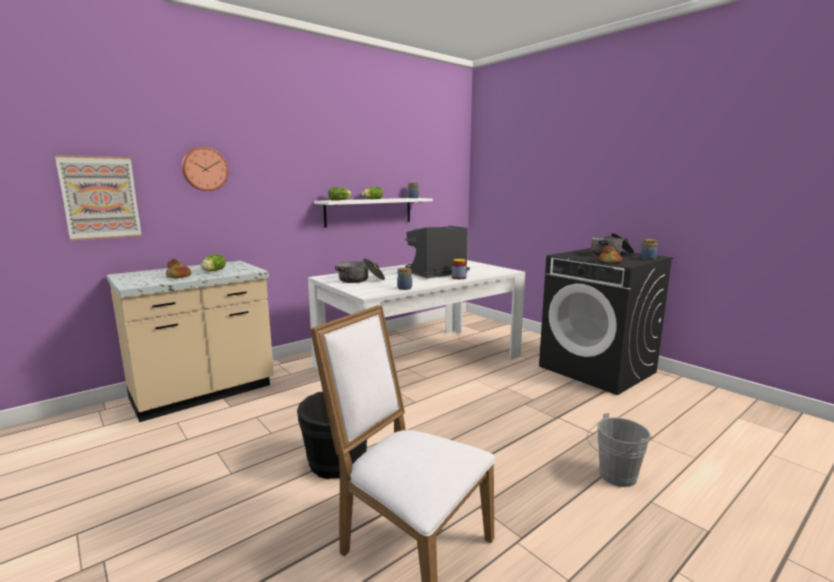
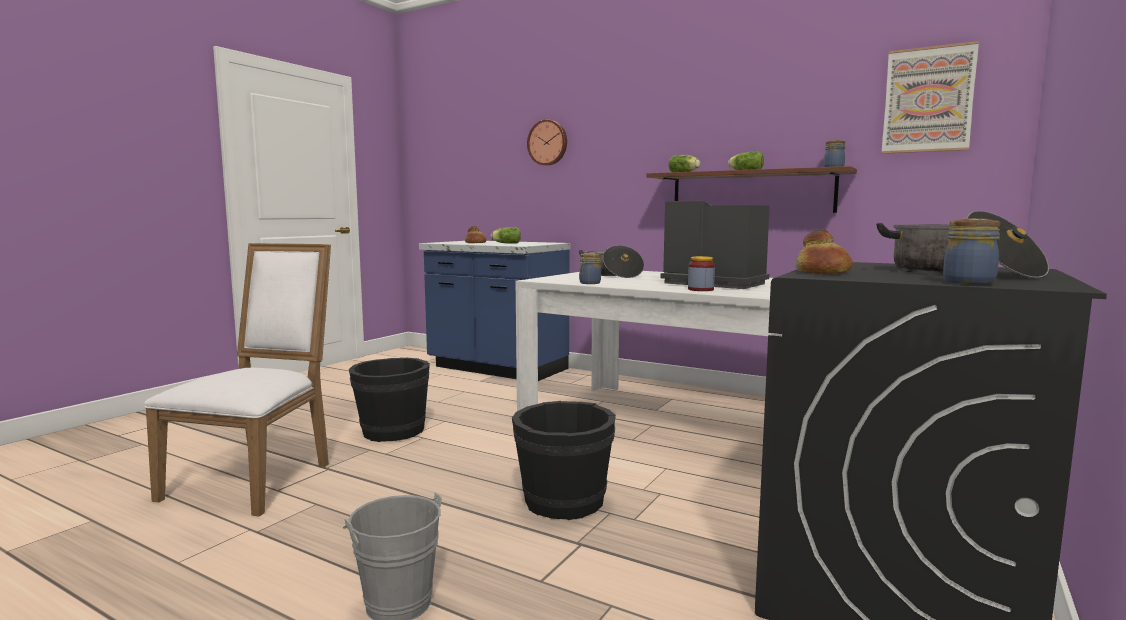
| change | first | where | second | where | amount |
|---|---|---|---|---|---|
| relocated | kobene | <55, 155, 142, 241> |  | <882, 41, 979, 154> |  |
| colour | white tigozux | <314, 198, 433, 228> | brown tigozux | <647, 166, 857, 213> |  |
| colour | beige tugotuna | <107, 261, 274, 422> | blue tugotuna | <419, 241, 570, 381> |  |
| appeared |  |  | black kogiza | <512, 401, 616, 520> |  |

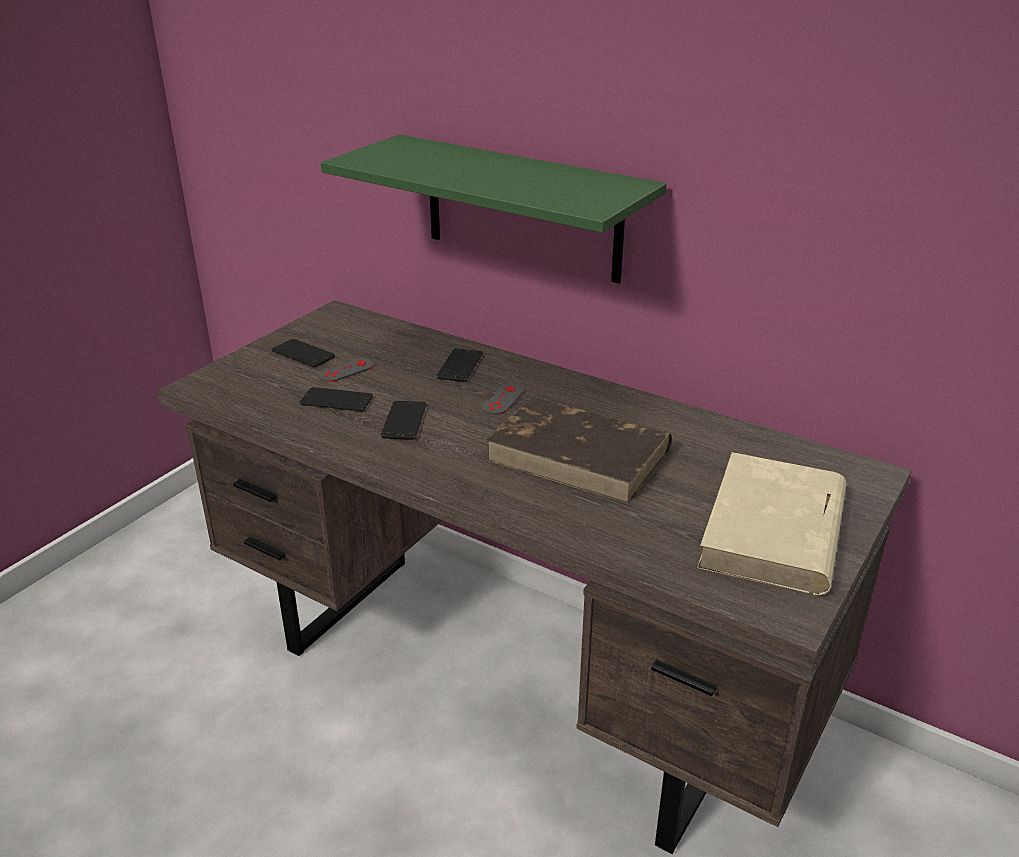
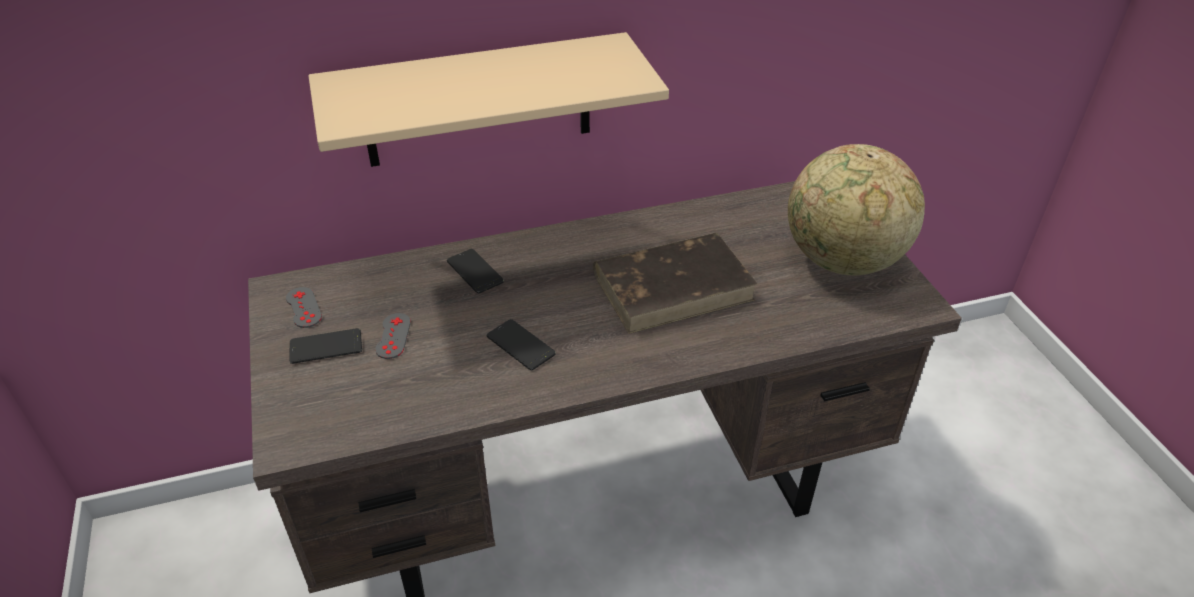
| change | first | where | second | where | amount |
|---|---|---|---|---|---|
| colour | green tigozux | <321, 134, 666, 284> | beige tigozux | <308, 32, 669, 167> |  |
| relocated | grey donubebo | <481, 383, 523, 415> |  | <286, 287, 322, 328> |  |
| missing | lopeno | <299, 387, 373, 411> |  |  |  |
| exchanged | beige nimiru | <697, 452, 846, 596> | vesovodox | <788, 144, 925, 275> |  |

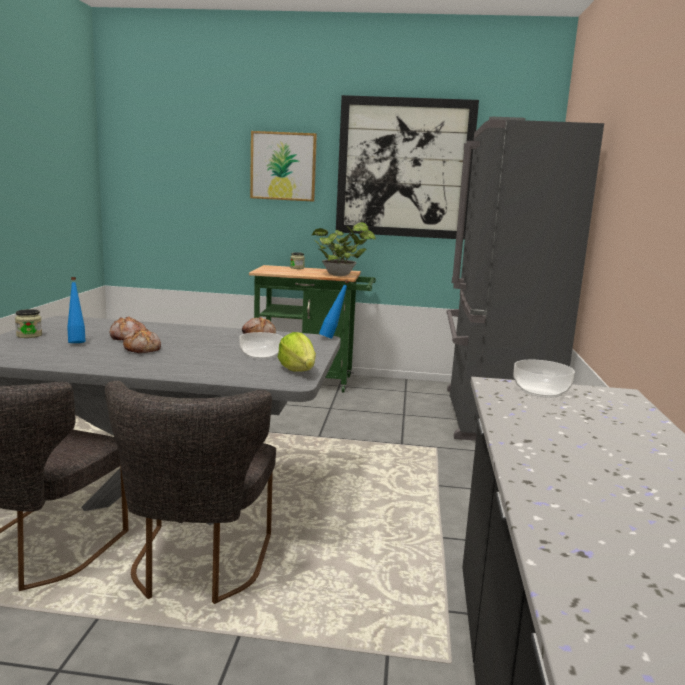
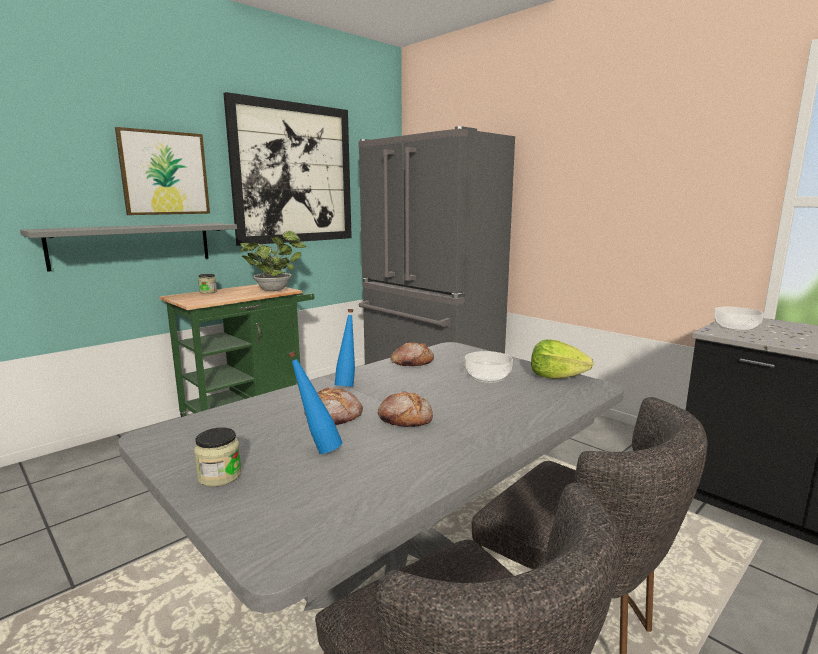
| change | first | where | second | where | amount |
|---|---|---|---|---|---|
| relocated | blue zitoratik | <319, 280, 349, 339> |  | <335, 309, 355, 387> |  |
| appeared |  |  | grey tigozux | <20, 223, 237, 272> |  |

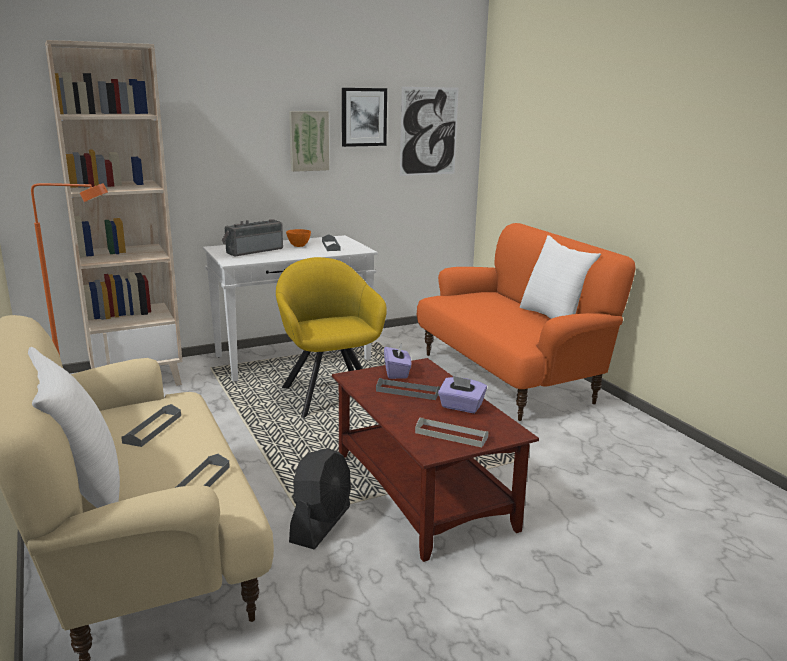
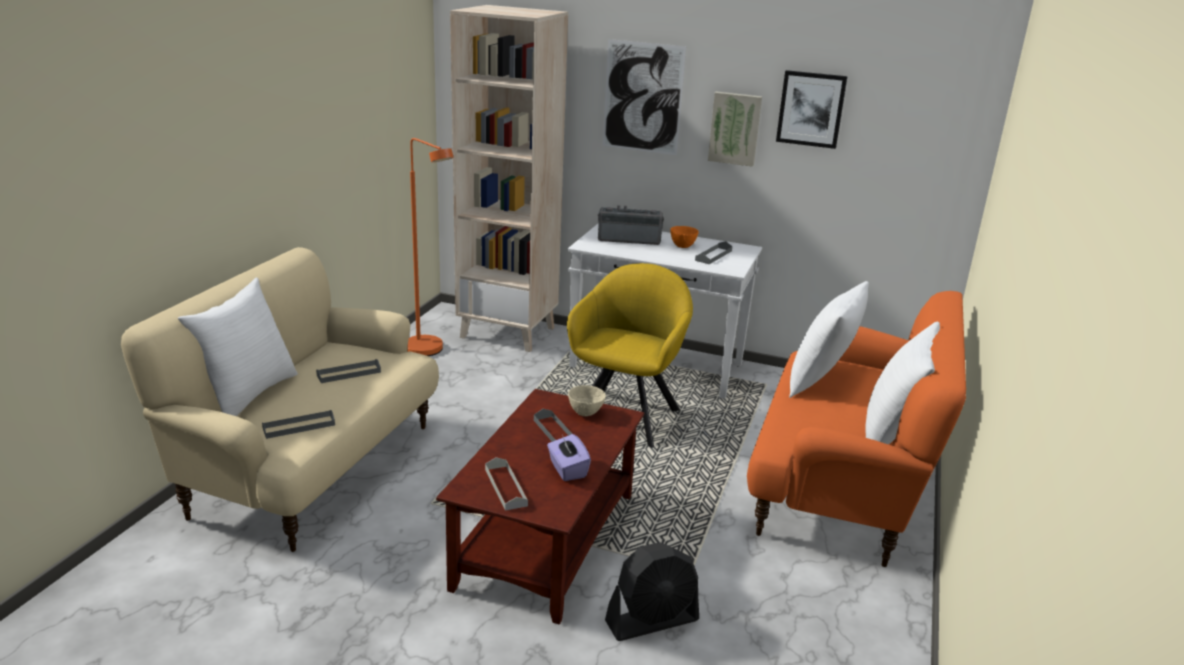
| change | first | where | second | where | amount |
|---|---|---|---|---|---|
| relocated | kobene | <400, 87, 459, 176> |  | <603, 39, 686, 155> |  |
| exchanged | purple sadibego | <384, 342, 411, 379> | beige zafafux | <568, 385, 606, 416> |  |
| relocated | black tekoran | <289, 448, 351, 549> |  | <605, 542, 699, 641> |  |
| appeared |  |  | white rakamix | <789, 281, 869, 398> |  |

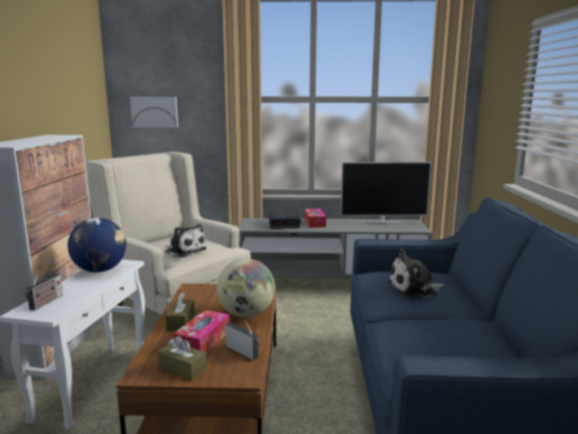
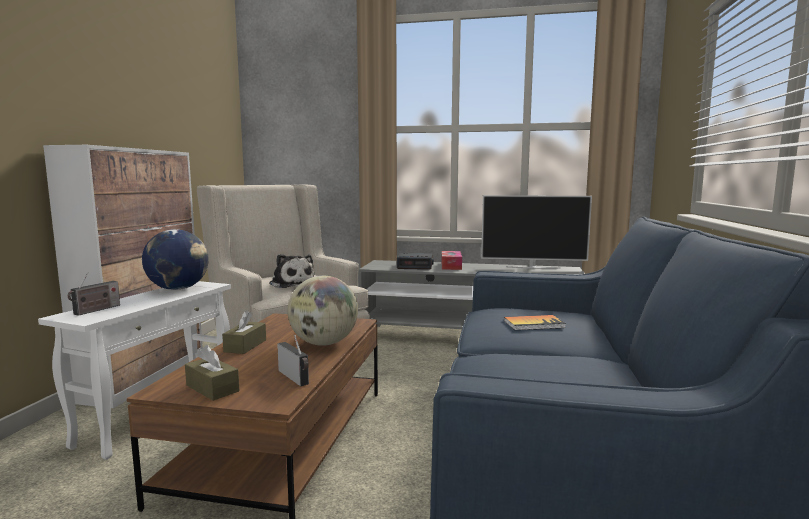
| change | first | where | second | where | amount |
|---|---|---|---|---|---|
| missing | kobene | <130, 97, 178, 128> |  |  |  |
| exchanged | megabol | <387, 248, 445, 298> | nimiru | <504, 315, 566, 330> |  |
| missing | sadibego | <173, 310, 230, 352> |  |  |  |

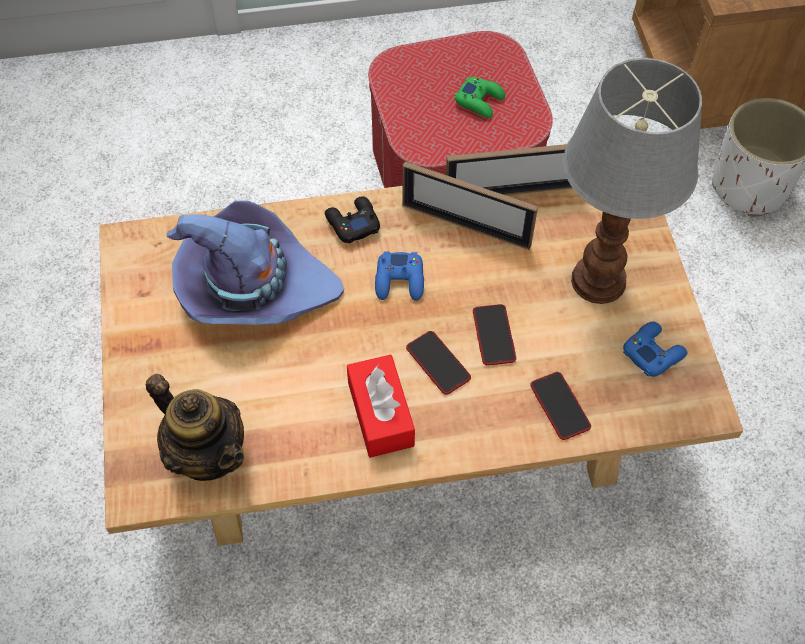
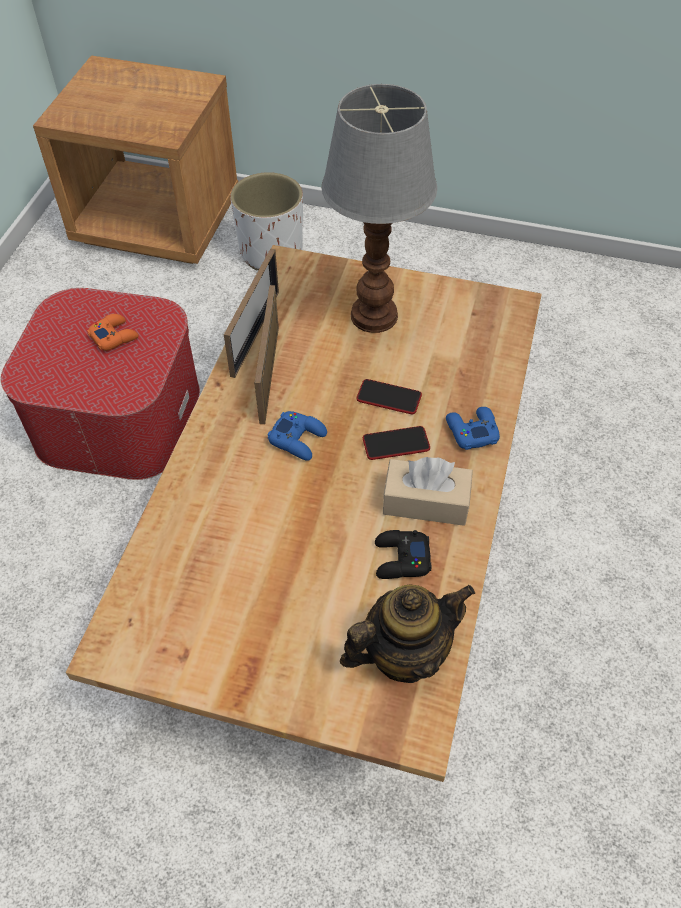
| change | first | where | second | where | amount |
|---|---|---|---|---|---|
| colour | green donubebo | <455, 77, 505, 118> | orange donubebo | <87, 314, 139, 351> |  |
| spun | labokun | <403, 162, 538, 250> |  | <254, 285, 279, 424> | 135 degrees clockwise |
| relocated | black donubebo | <325, 196, 380, 244> |  | <375, 530, 432, 579> |  |
| missing | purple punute | <166, 201, 344, 325> |  |  |  |
| relocated | blue donubebo | <623, 321, 687, 377> |  | <446, 407, 500, 450> |  |
| colour | red sadibego | <347, 355, 415, 458> | beige sadibego | <383, 457, 473, 526> |  |
| missing | lopeno | <530, 372, 591, 440> |  |  |  |

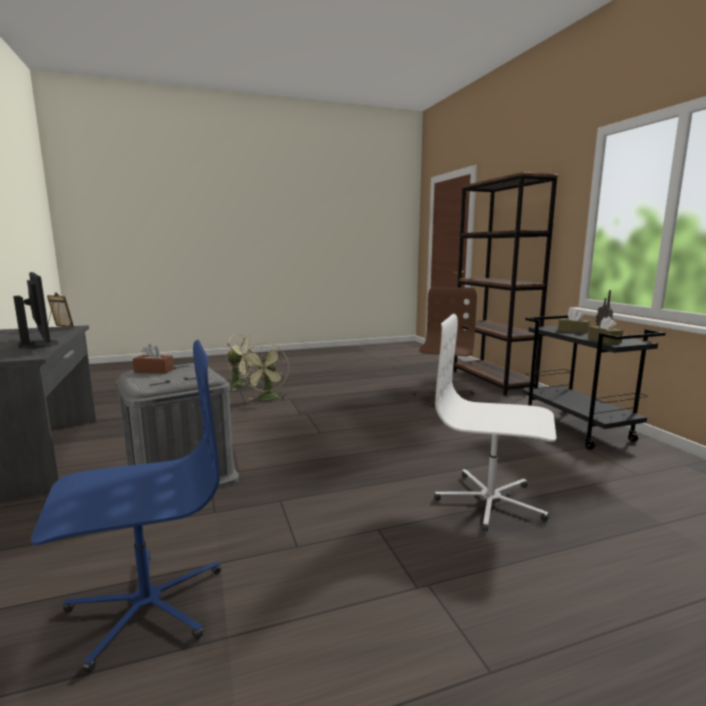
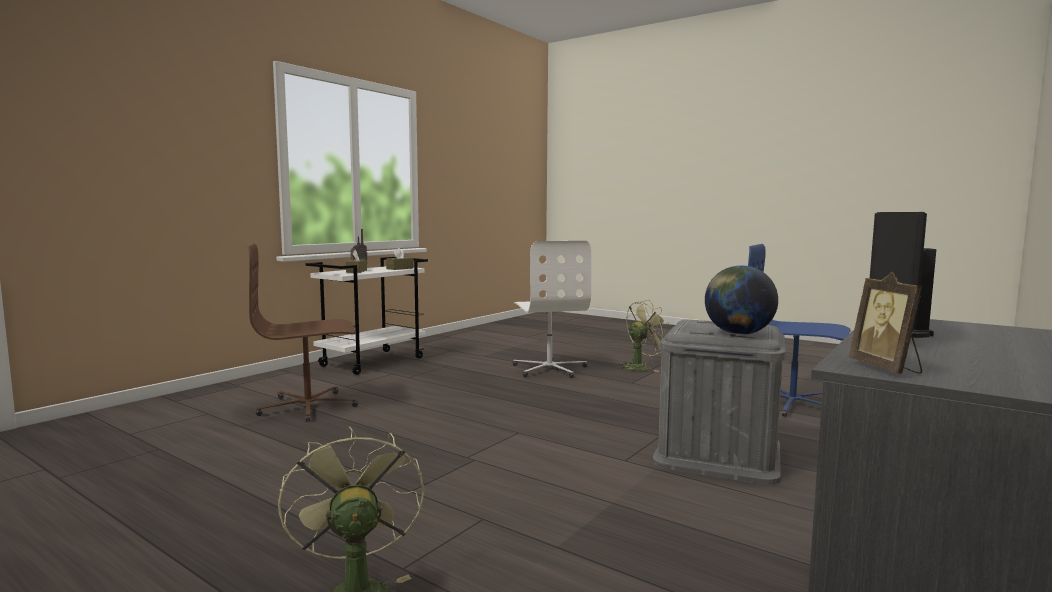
| change | first | where | second | where | amount |
|---|---|---|---|---|---|
| missing | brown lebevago | <453, 172, 558, 396> |  |  |  |
| colour | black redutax | <523, 315, 666, 450> | white redutax | <306, 257, 428, 375> |  |
| relocated | green tekoran | <240, 343, 289, 400> |  | <616, 300, 669, 372> |  |
| exchanged | brown sadibego | <133, 344, 174, 374> | vesovodox | <705, 265, 778, 335> |  |

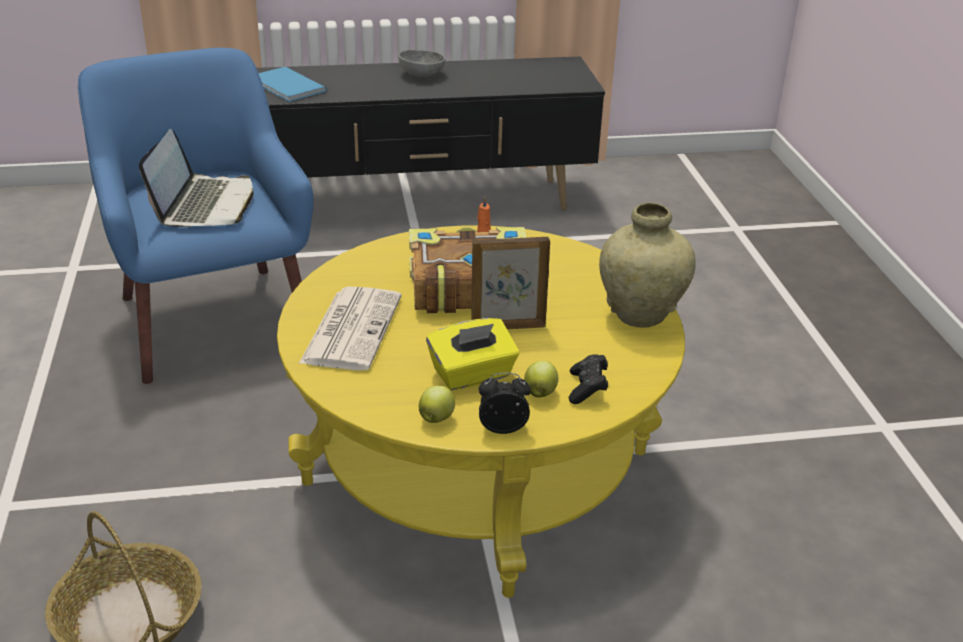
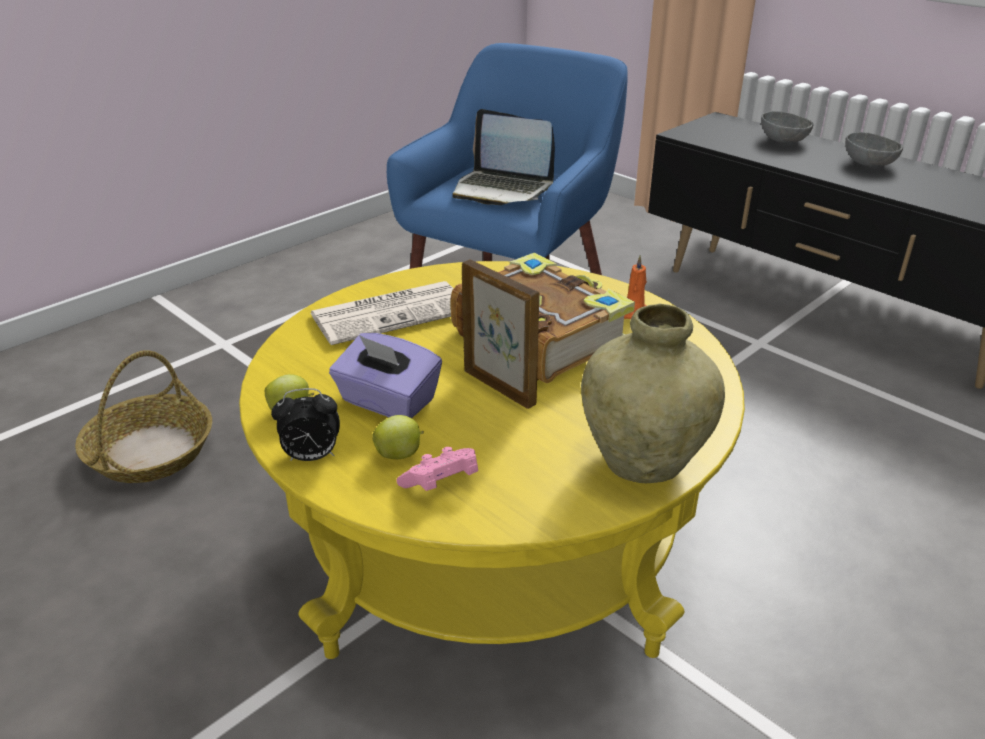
| change | first | where | second | where | amount |
|---|---|---|---|---|---|
| missing | blue nimiru | <259, 67, 327, 102> |  |  |  |
| spun | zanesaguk | <139, 129, 254, 227> |  | <453, 109, 555, 205> | 60 degrees clockwise |
| colour | yellow sadibego | <426, 318, 519, 390> | purple sadibego | <329, 333, 442, 418> |  |
| colour | black donubebo | <569, 354, 608, 404> | pink donubebo | <396, 447, 478, 491> |  |
| spun | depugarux | <479, 373, 531, 434> |  | <271, 388, 340, 461> | 120 degrees clockwise |
| appeared |  |  | grey zafafux | <761, 111, 814, 143> |  |

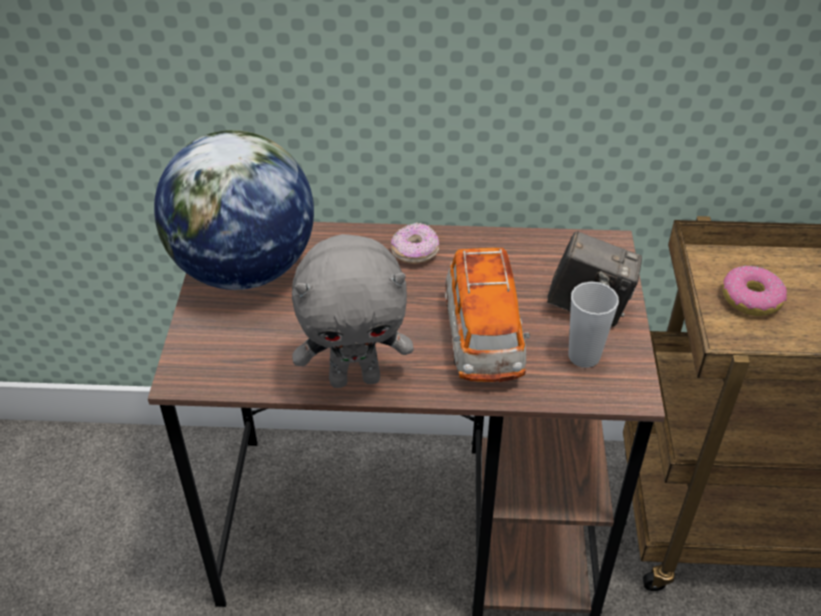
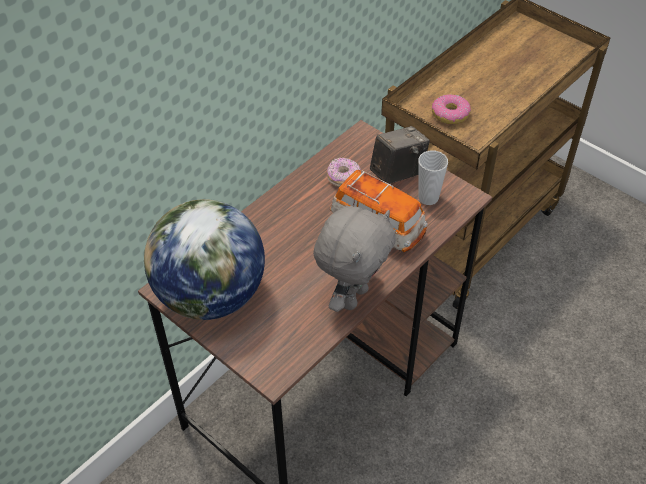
| change | first | where | second | where | amount |
|---|---|---|---|---|---|
| relocated | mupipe | <391, 222, 439, 264> |  | <327, 158, 361, 187> |  |

